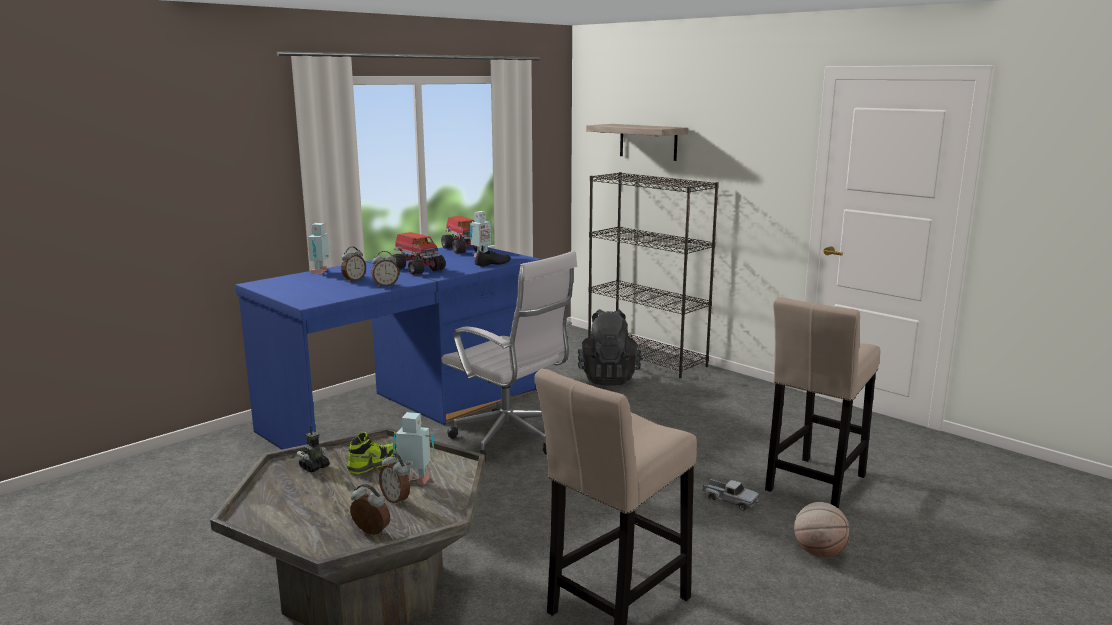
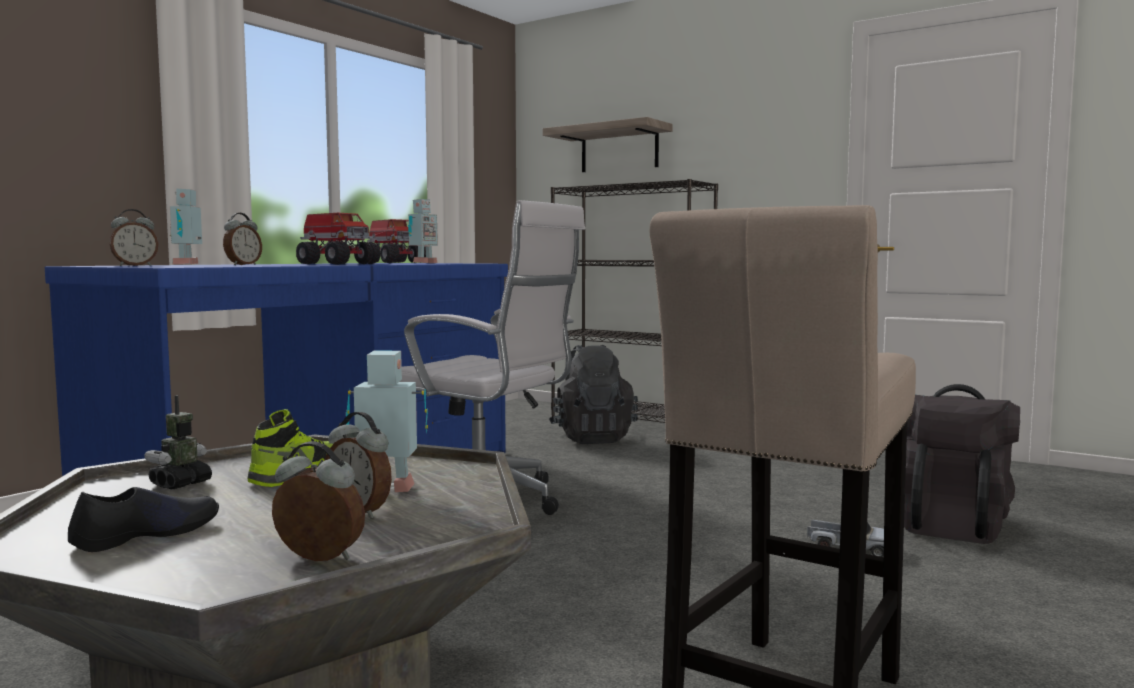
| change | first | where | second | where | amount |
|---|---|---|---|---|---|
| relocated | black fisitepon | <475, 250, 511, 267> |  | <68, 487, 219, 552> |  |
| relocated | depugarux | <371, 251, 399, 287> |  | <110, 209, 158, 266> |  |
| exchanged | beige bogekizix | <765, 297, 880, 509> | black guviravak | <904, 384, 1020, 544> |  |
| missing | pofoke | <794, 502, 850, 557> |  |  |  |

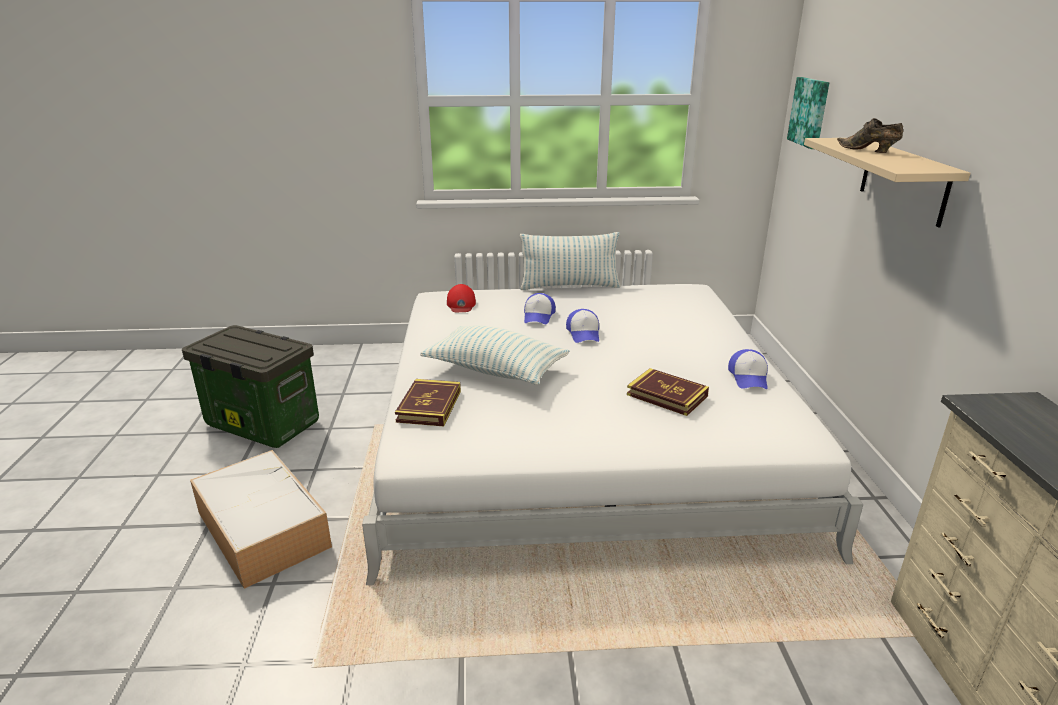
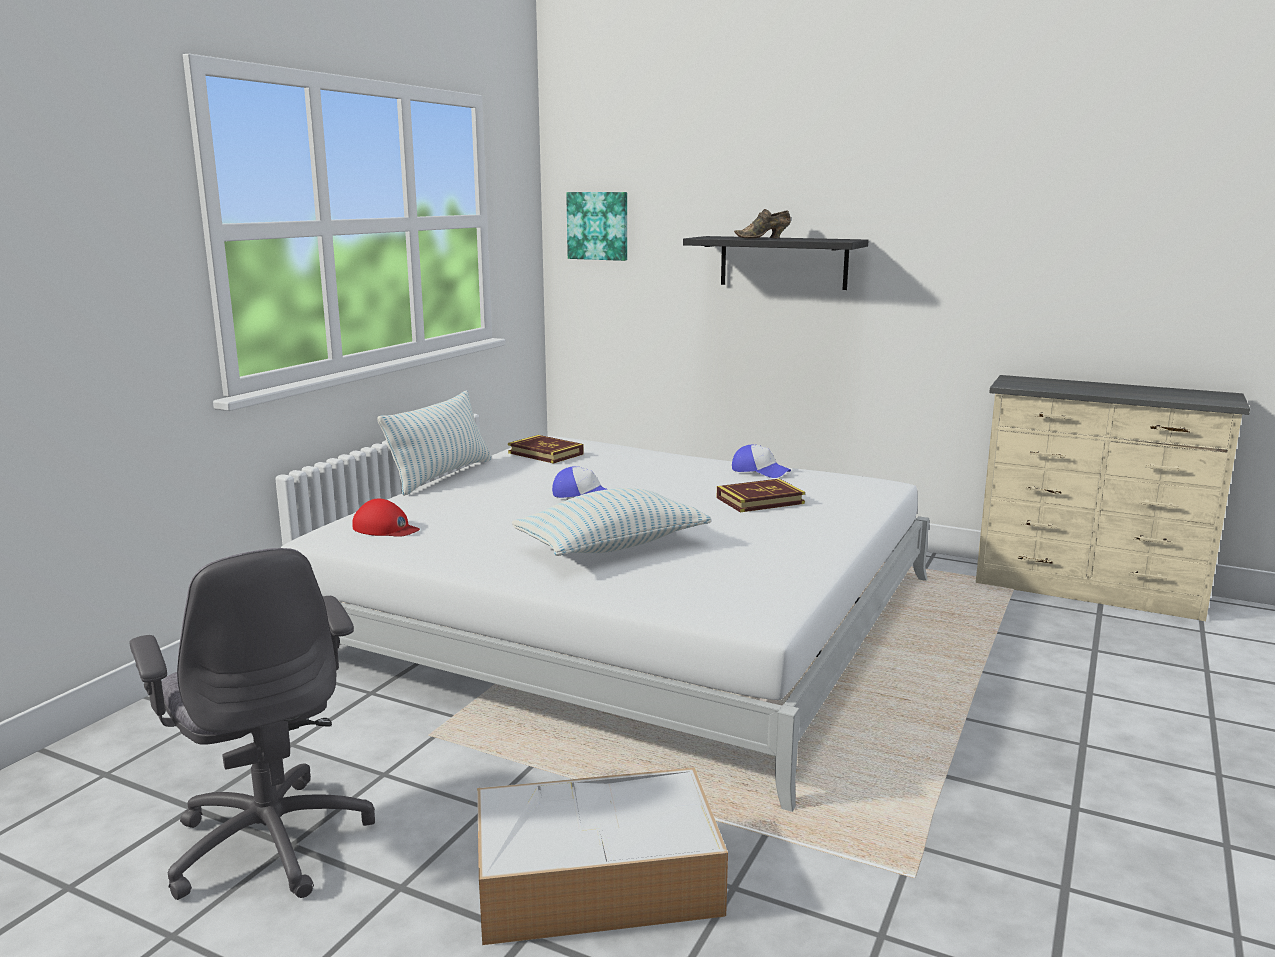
| change | first | where | second | where | amount |
|---|---|---|---|---|---|
| colour | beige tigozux | <804, 138, 970, 227> | black tigozux | <683, 236, 868, 290> |  |
| missing | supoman | <524, 293, 556, 324> |  |  |  |
| exchanged | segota | <182, 325, 319, 448> | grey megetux | <130, 548, 375, 900> |  |
| relocated | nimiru | <395, 379, 461, 426> |  | <508, 435, 584, 464> |  |

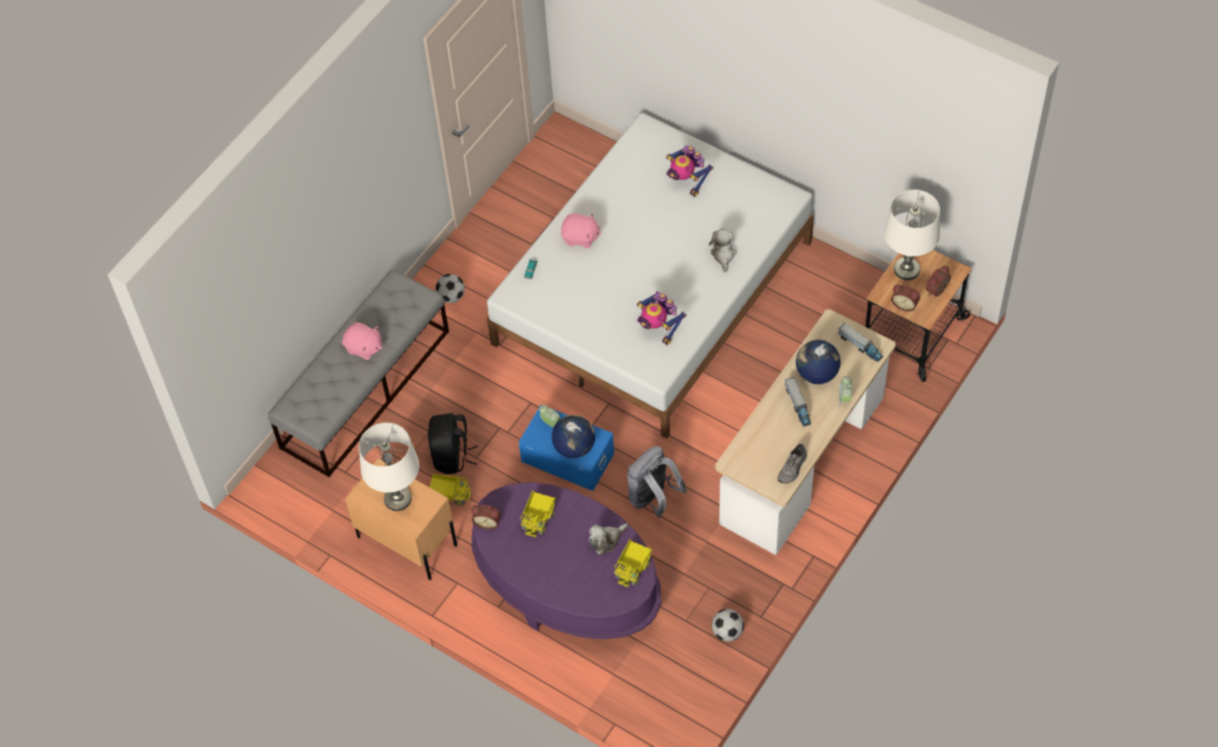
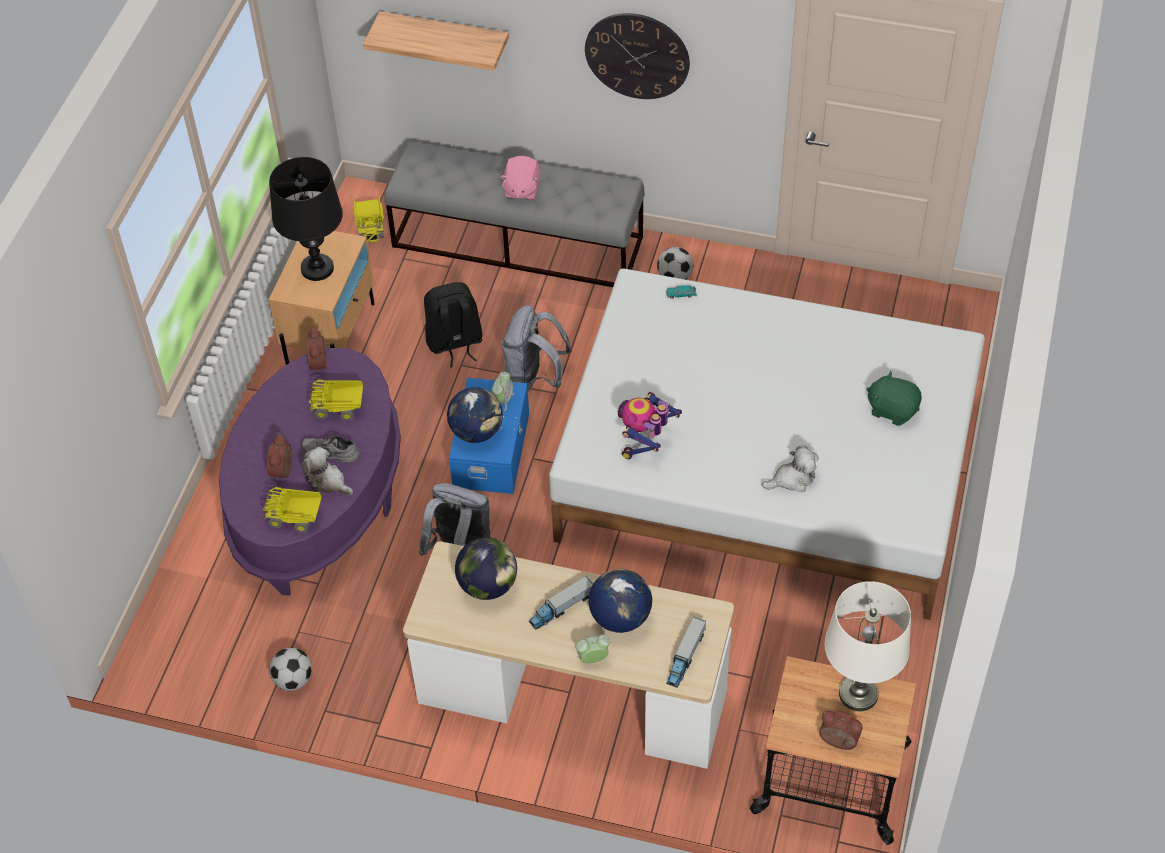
| change | first | where | second | where | amount |
|---|---|---|---|---|---|
| exchanged | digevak | <666, 145, 713, 197> | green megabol | <867, 371, 922, 426> |  |
| missing | pink megabol | <561, 213, 601, 248> |  |  |  |
| relocated | depugarux | <891, 285, 920, 312> |  | <267, 434, 294, 481> |  |
| colour | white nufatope | <359, 423, 419, 511> | black nufatope | <269, 157, 343, 281> |  |
| relocated | grey fisitepon | <777, 444, 807, 484> |  | <302, 436, 360, 463> |  |
| relocated | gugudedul | <430, 474, 471, 506> |  | <353, 196, 384, 243> |  |
| appeared |  |  | tigozux | <363, 11, 509, 71> |  |
| appeared |  |  | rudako | <585, 13, 690, 99> |  |
| appeared |  |  | grey guviravak | <501, 305, 572, 391> |  |
| appeared |  |  | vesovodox | <455, 537, 517, 600> |  |

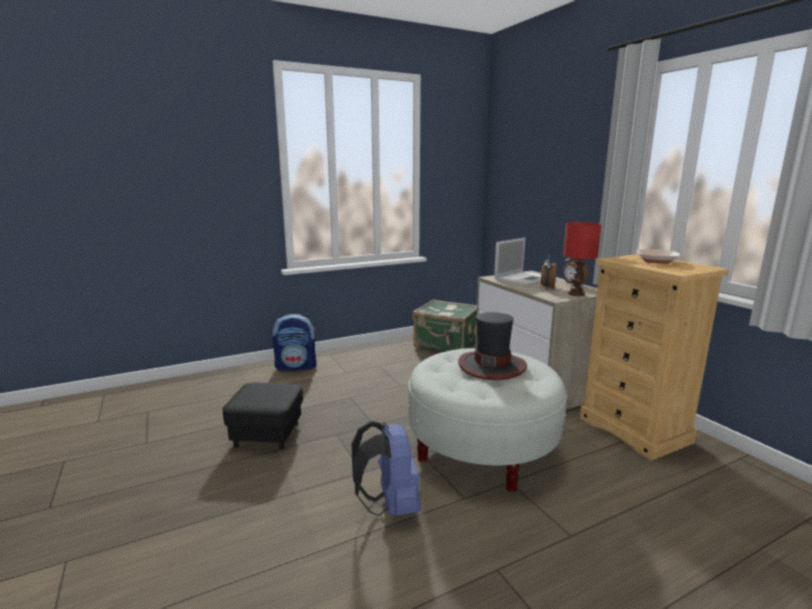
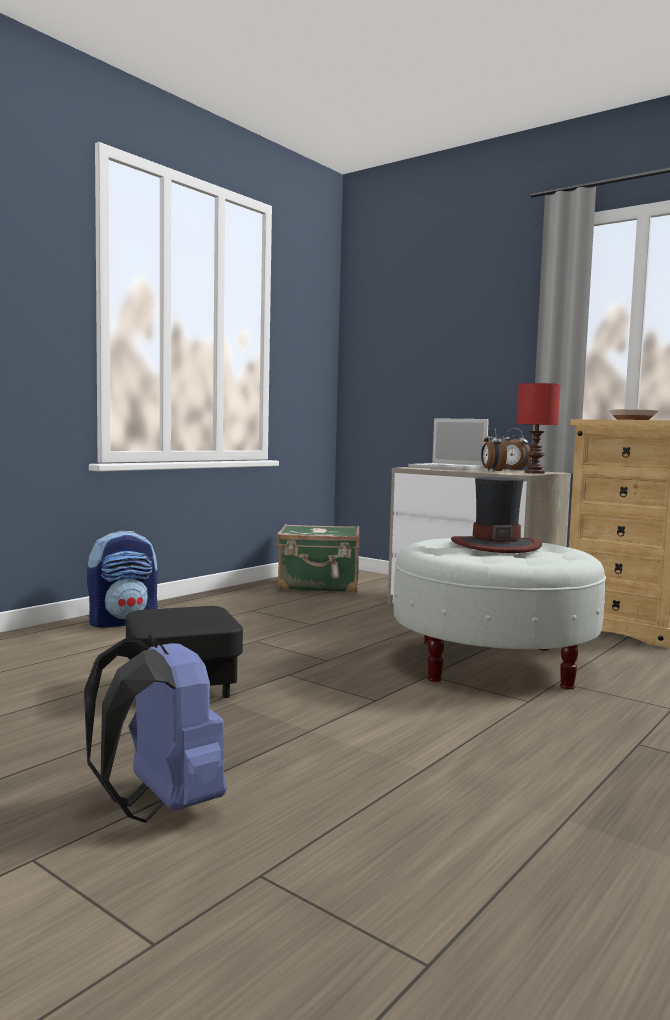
| change | first | where | second | where | amount |
|---|---|---|---|---|---|
| spun | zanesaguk | <494, 238, 541, 286> |  | <408, 418, 489, 470> | 105 degrees clockwise |
| relocated | blue guviravak | <351, 421, 421, 516> |  | <84, 634, 227, 823> |  |

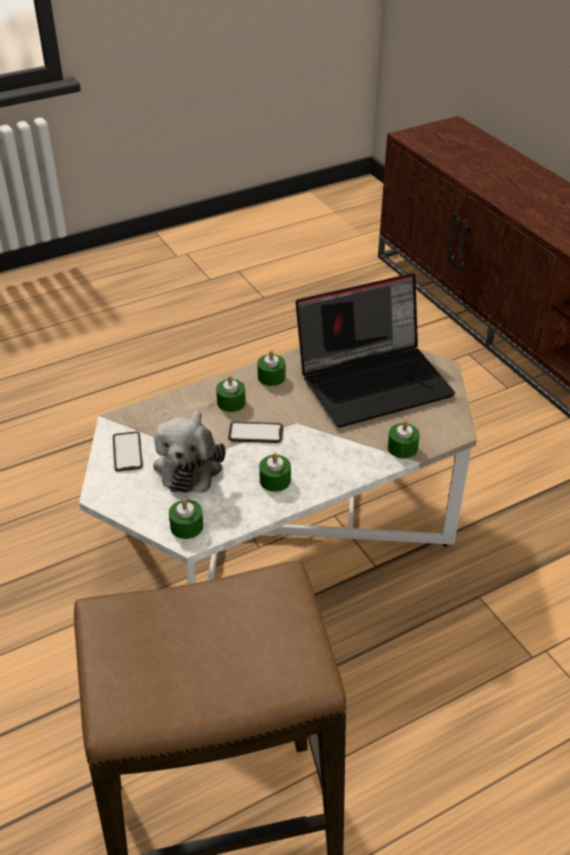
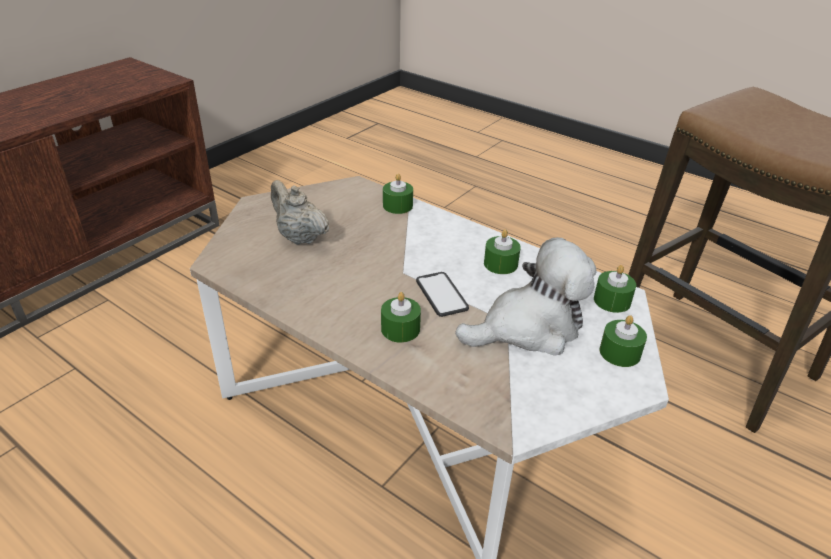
| change | first | where | second | where | amount |
|---|---|---|---|---|---|
| exchanged | zanesaguk | <295, 273, 455, 427> | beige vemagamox | <271, 180, 329, 245> |  |
| relocated | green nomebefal | <257, 350, 285, 386> |  | <600, 315, 647, 367> |  |
| missing | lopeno | <113, 431, 143, 472> |  |  |  |

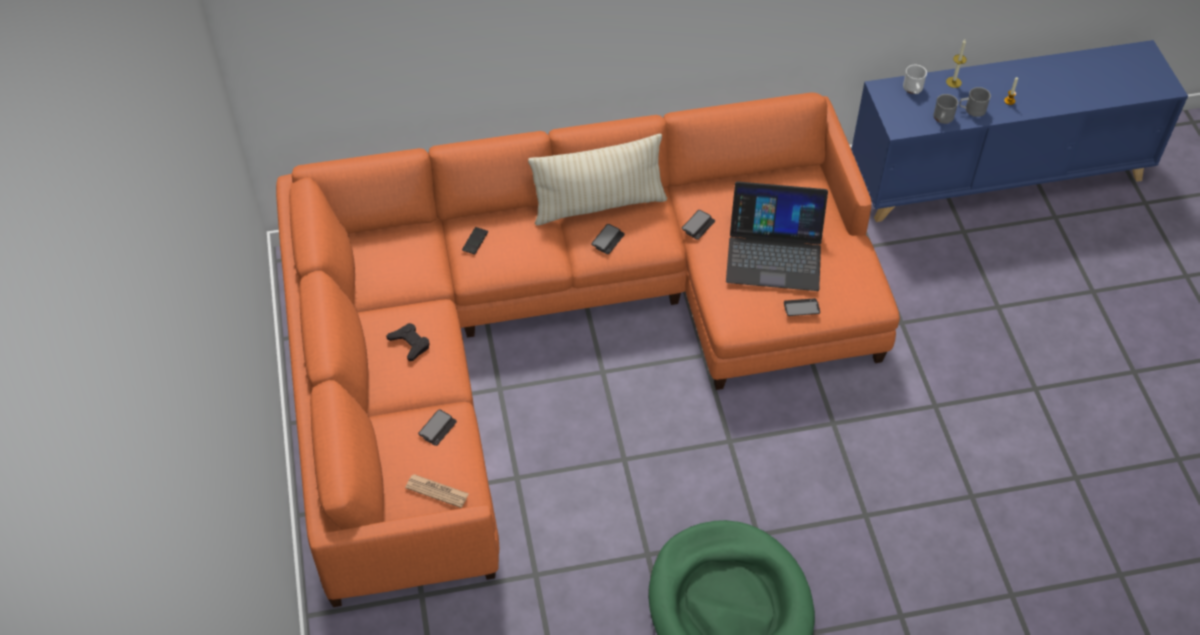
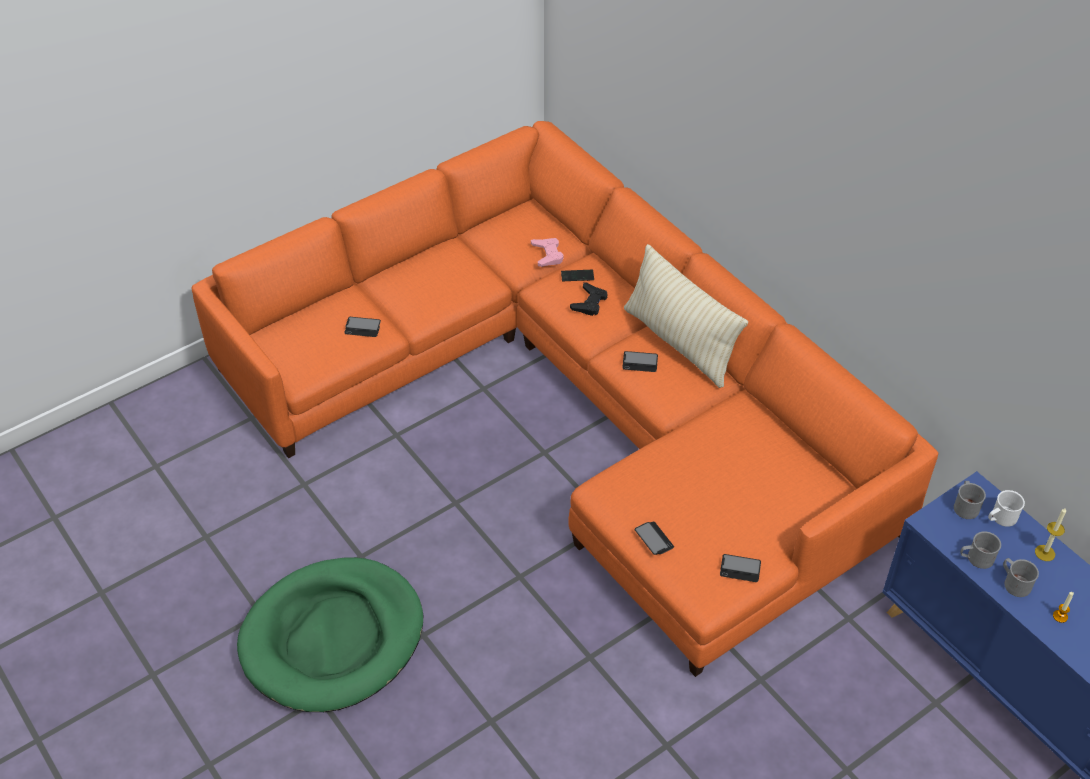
| change | first | where | second | where | amount |
|---|---|---|---|---|---|
| missing | zanesaguk | <726, 181, 828, 291> |  |  |  |
| relocated | lopeno | <681, 210, 715, 240> |  | <720, 554, 761, 582> |  |
| relocated | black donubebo | <386, 323, 430, 361> |  | <570, 282, 607, 316> |  |
| missing | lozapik | <405, 474, 469, 508> |  |  |  |
| appeared |  |  | pink donubebo | <531, 238, 564, 267> |  |
| appeared |  |  | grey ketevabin | <954, 481, 986, 519> |  |

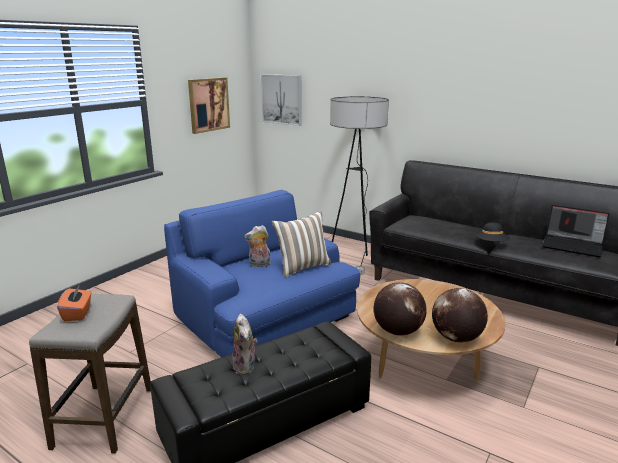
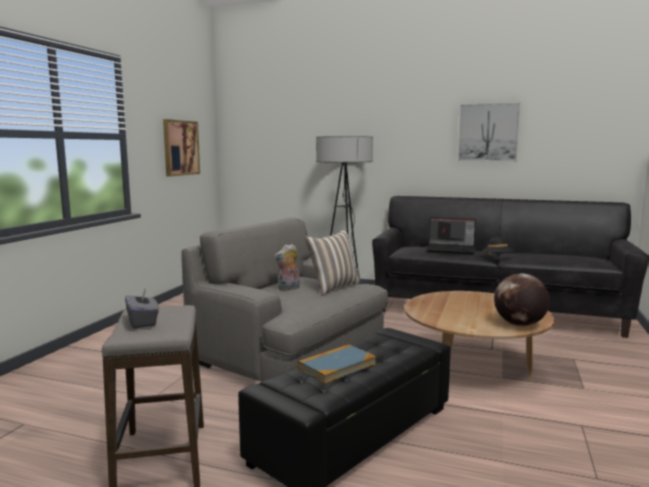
| change | first | where | second | where | amount |
|---|---|---|---|---|---|
| relocated | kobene | <261, 74, 302, 126> |  | <458, 102, 520, 162> |  |
| colour | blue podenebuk | <164, 190, 360, 357> | grey podenebuk | <181, 217, 388, 382> |  |
| relocated | zanesaguk | <542, 205, 610, 257> |  | <426, 217, 476, 254> |  |
| missing | vesovodox | <373, 282, 426, 335> |  |  |  |
| colour | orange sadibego | <57, 284, 92, 321> | grey sadibego | <125, 288, 159, 328> |  |
| exchanged | megabol | <232, 314, 258, 375> | nimiru | <298, 344, 376, 384> |  |

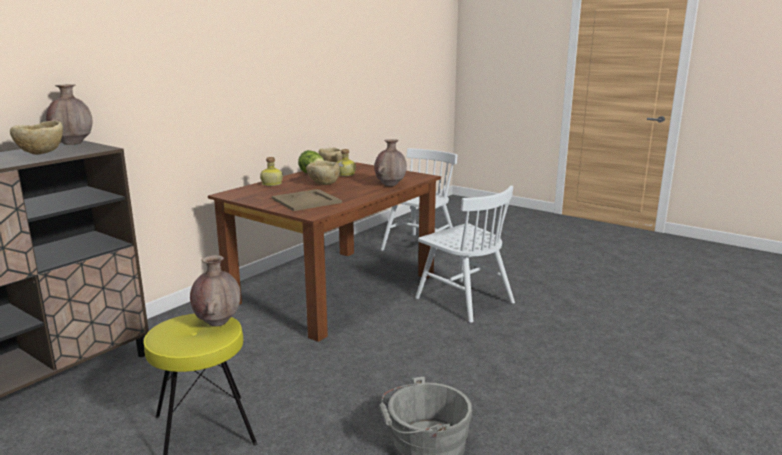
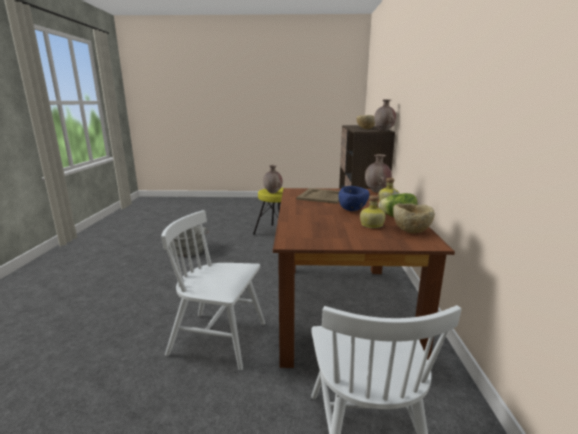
| change | first | where | second | where | amount |
|---|---|---|---|---|---|
| relocated | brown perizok | <374, 139, 407, 186> |  | <365, 154, 392, 193> |  |
| colour | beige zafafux | <306, 160, 340, 185> | blue zafafux | <338, 186, 369, 211> |  |

